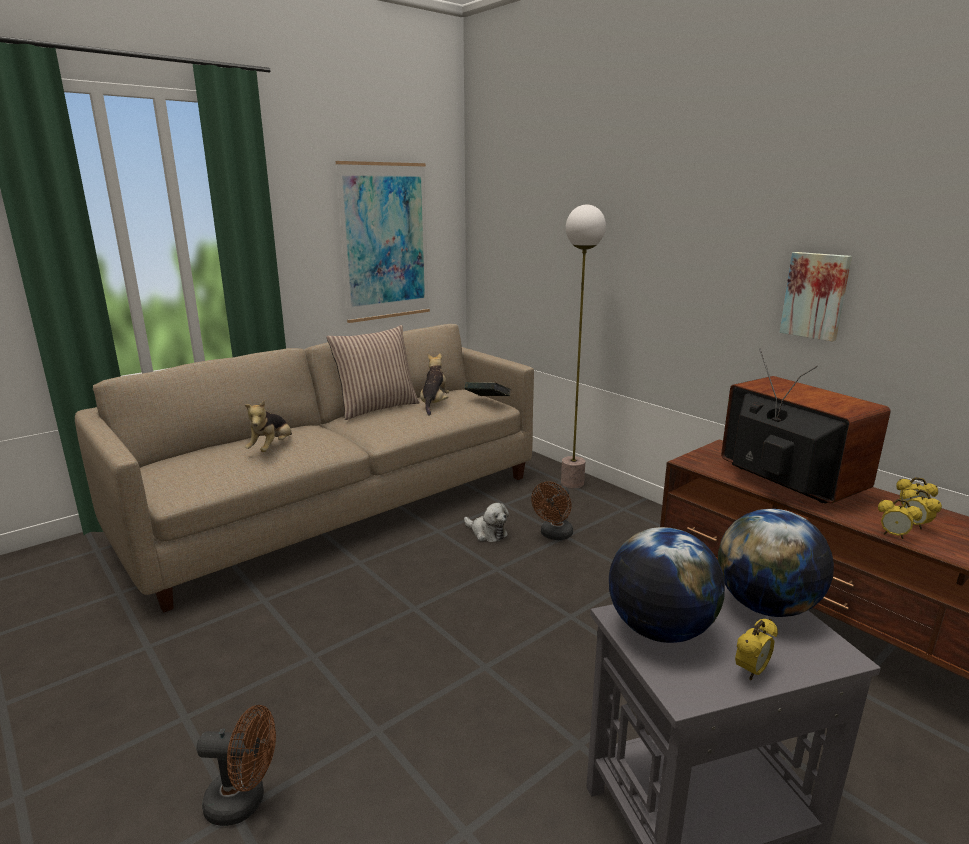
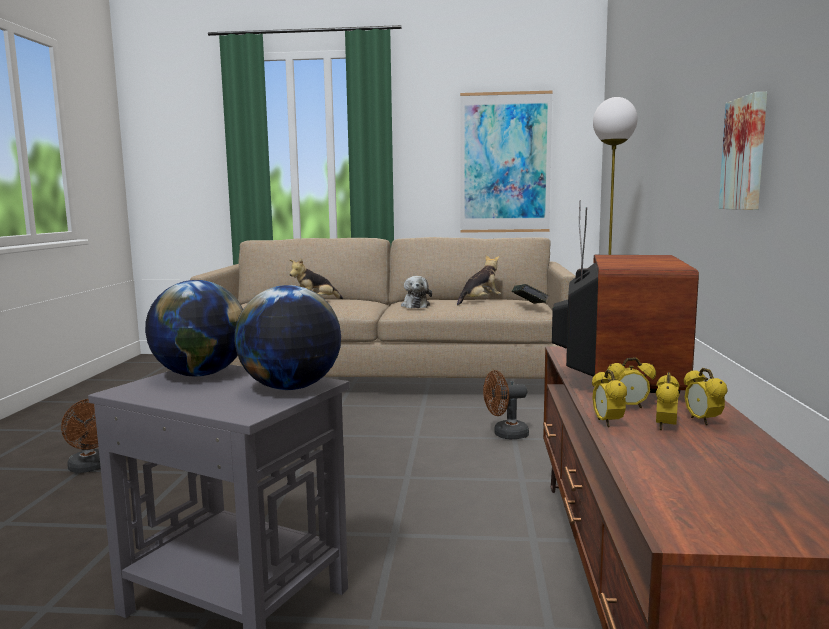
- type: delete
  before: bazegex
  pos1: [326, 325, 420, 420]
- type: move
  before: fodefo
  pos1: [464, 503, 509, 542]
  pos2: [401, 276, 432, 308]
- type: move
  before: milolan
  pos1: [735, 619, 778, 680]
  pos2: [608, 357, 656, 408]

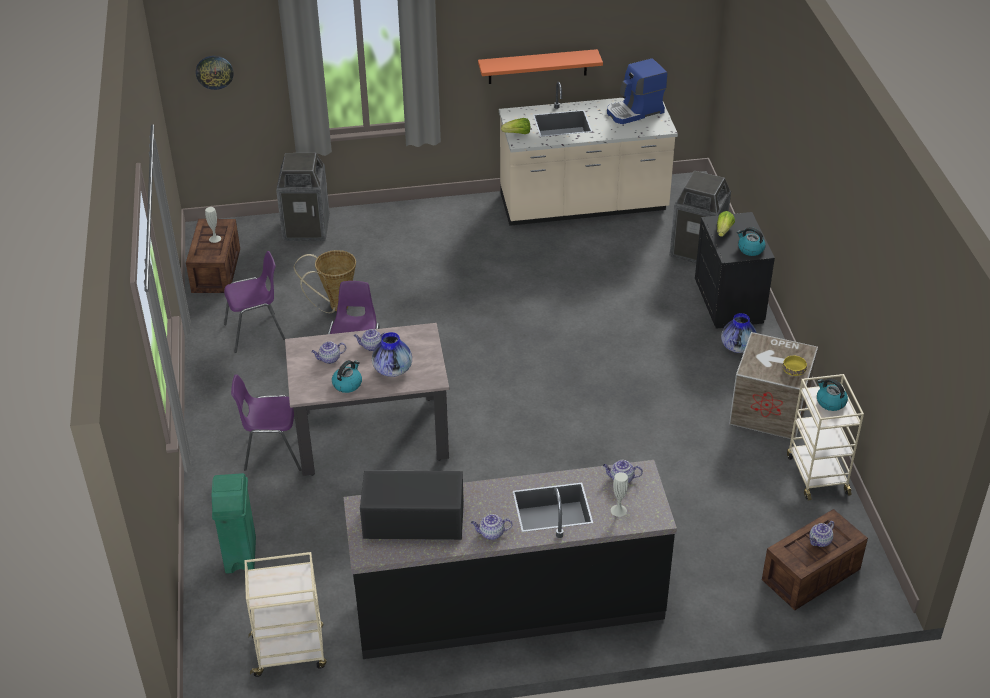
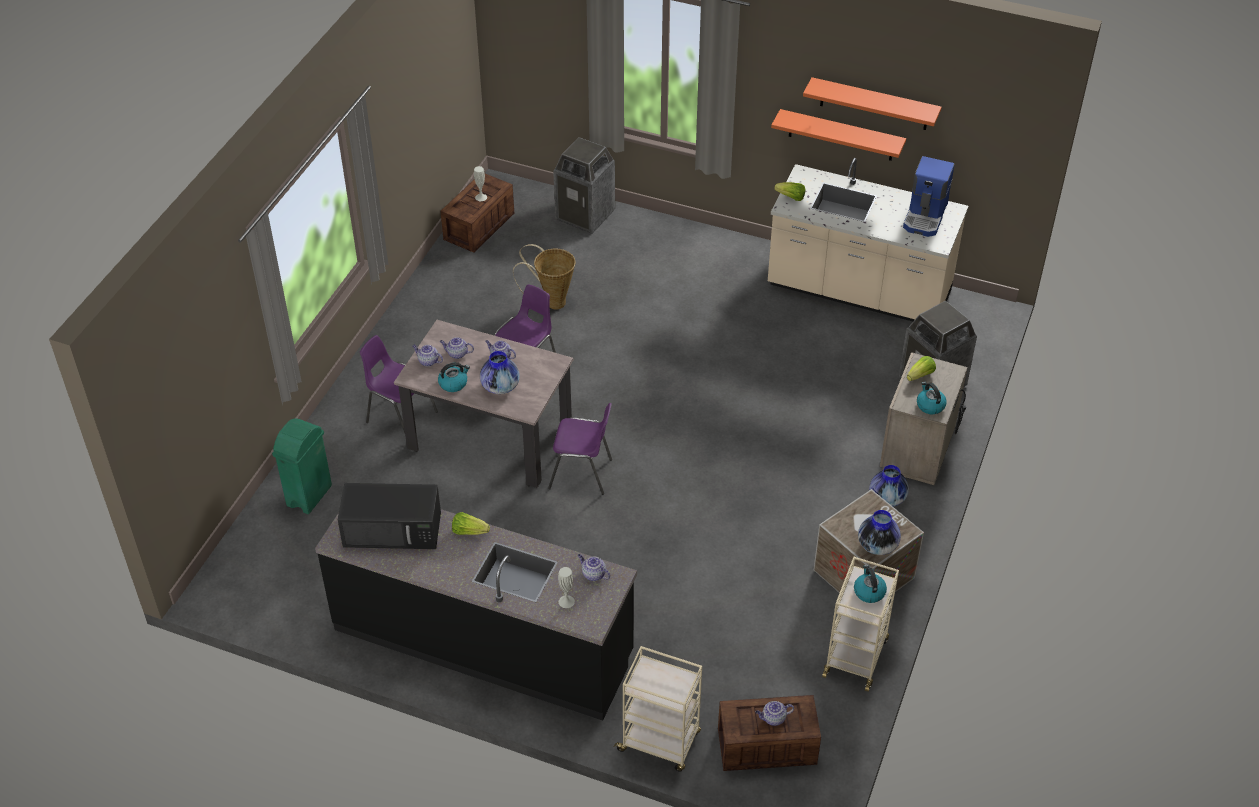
- type: delete
  before: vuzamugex
  pos1: [196, 56, 233, 90]
- type: insert
  after: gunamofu
  pos2: [452, 512, 490, 535]
- type: insert
  after: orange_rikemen
  pos2: [803, 77, 942, 130]
- type: move
  before: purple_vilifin
  pos1: [224, 251, 285, 353]
  pos2: [548, 403, 612, 495]
- type: move
  before: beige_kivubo
  pos1: [244, 552, 327, 677]
  pos2: [614, 646, 702, 772]
- type: move
  before: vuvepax
  pos1: [471, 514, 513, 540]
  pos2: [412, 345, 443, 367]
- type: replace
  before: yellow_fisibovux
  after: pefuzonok
  pos1: [783, 356, 807, 376]
  pos2: [858, 510, 901, 555]
- type: recolor
  before: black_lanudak
  after: beige_lanudak
  pos1: [695, 212, 775, 329]
  pos2: [880, 352, 968, 485]
- type: rotate
  before: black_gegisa
  pos1: [360, 470, 464, 540]
  pos2: [338, 483, 441, 549]
  turn: 150
- type: rotate
  before: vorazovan
  pos1: [607, 58, 668, 124]
  pos2: [903, 156, 955, 237]
  turn: -75

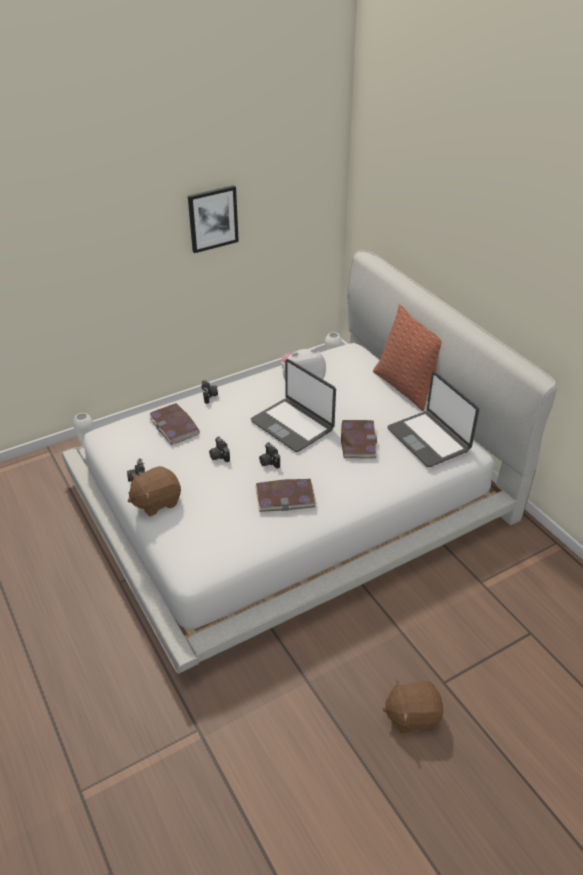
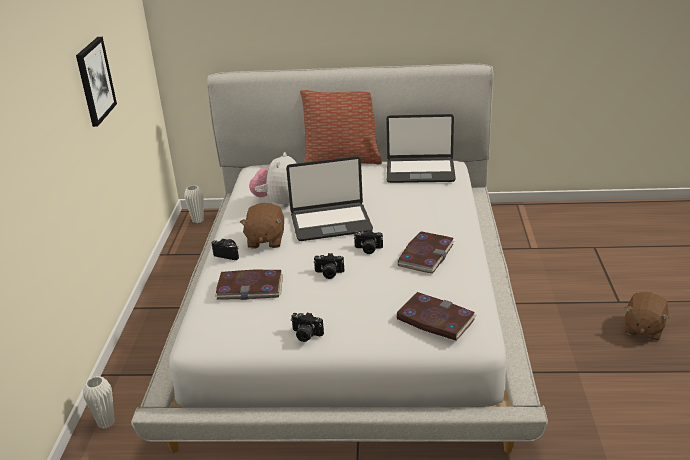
- type: move
  before: brown_fodefo
  pos1: [128, 466, 181, 516]
  pos2: [240, 203, 284, 249]
- type: move
  before: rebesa
  pos1: [341, 420, 377, 459]
  pos2: [396, 292, 476, 341]

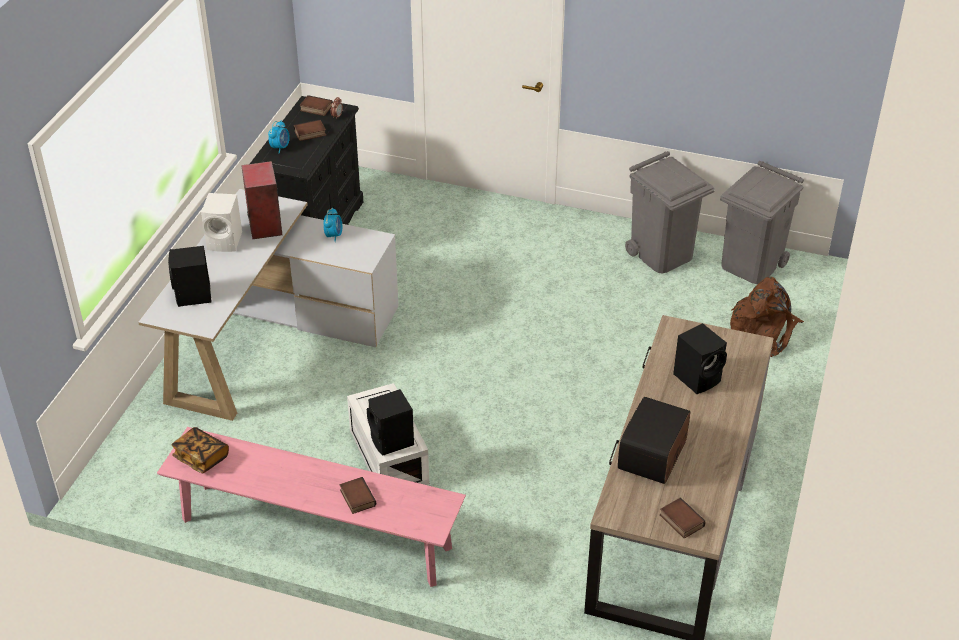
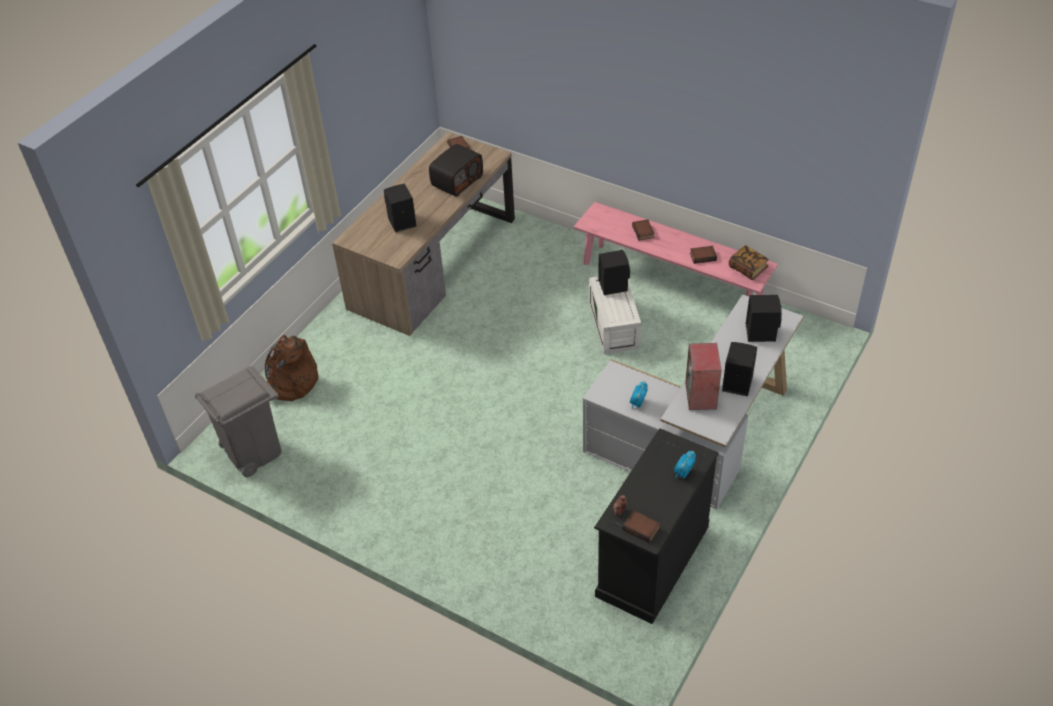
- type: delete
  before: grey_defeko
  pos1: [625, 151, 715, 274]
- type: move
  before: rebesa
  pos1: [294, 120, 326, 141]
  pos2: [690, 246, 717, 264]
- type: recolor
  before: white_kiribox
  after: black_kiribox
  pos1: [201, 193, 242, 252]
  pos2: [722, 342, 757, 396]

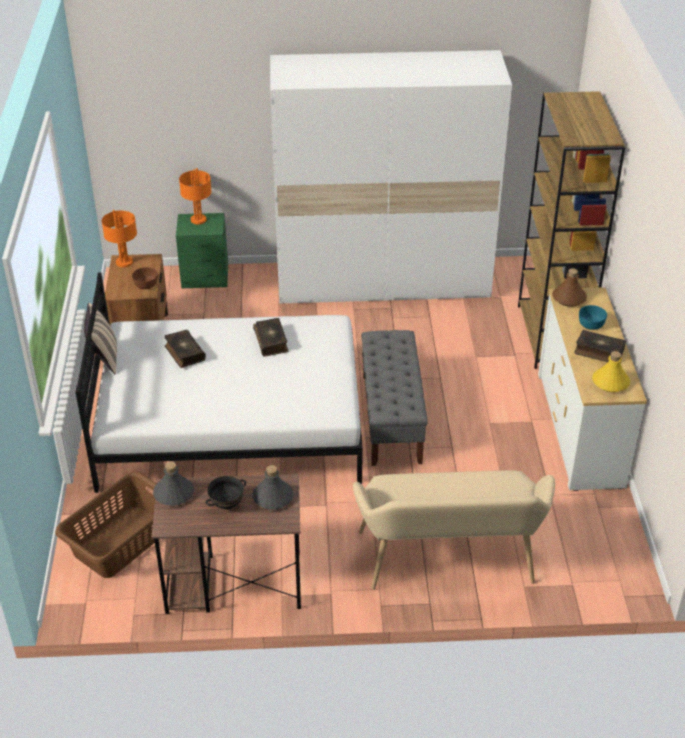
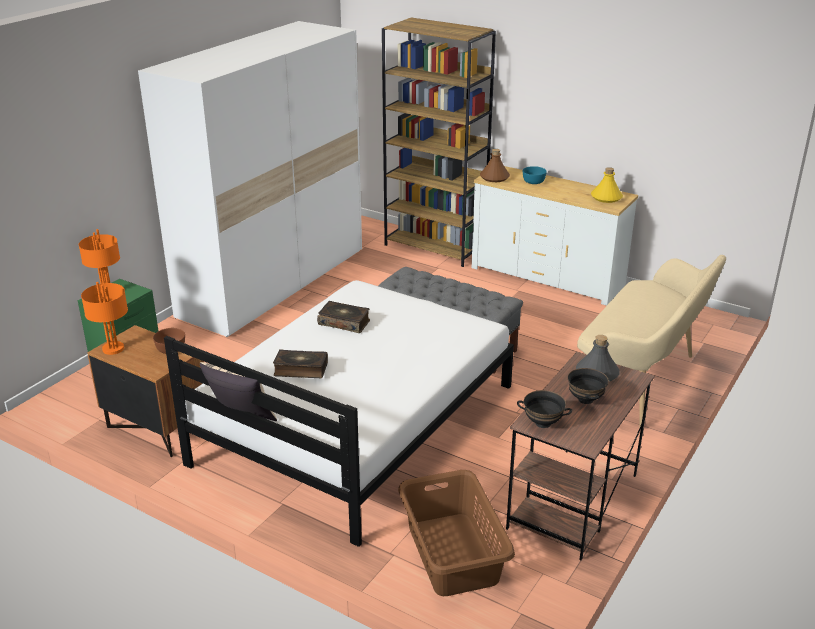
- type: delete
  before: rebesa
  pos1: [574, 330, 626, 362]
- type: replace
  before: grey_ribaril
  after: black_fisibovux
  pos1: [153, 462, 194, 506]
  pos2: [517, 390, 572, 428]

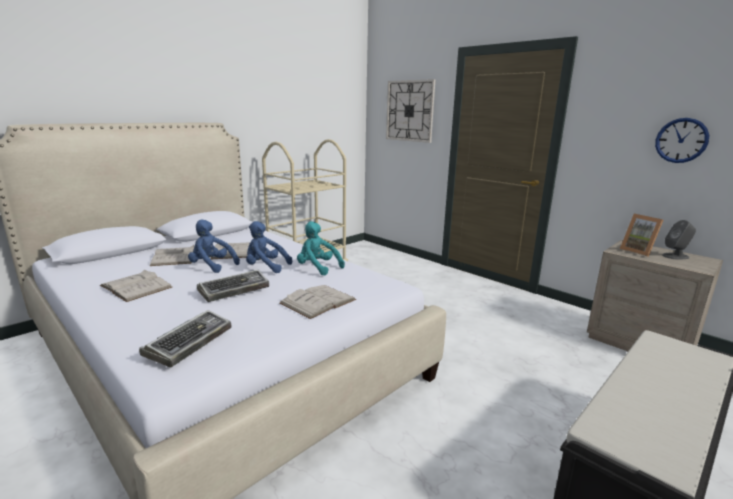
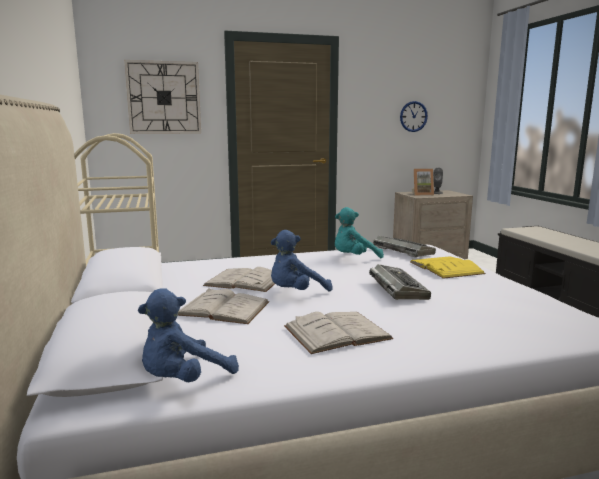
- type: move
  before: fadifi
  pos1: [139, 310, 231, 368]
  pos2: [373, 236, 436, 257]
- type: move
  before: blue_fodefo
  pos1: [246, 221, 292, 273]
  pos2: [138, 289, 239, 382]
- type: recolor
  before: white_rebesa
  after: yellow_rebesa
  pos1: [280, 285, 356, 319]
  pos2: [410, 256, 486, 279]

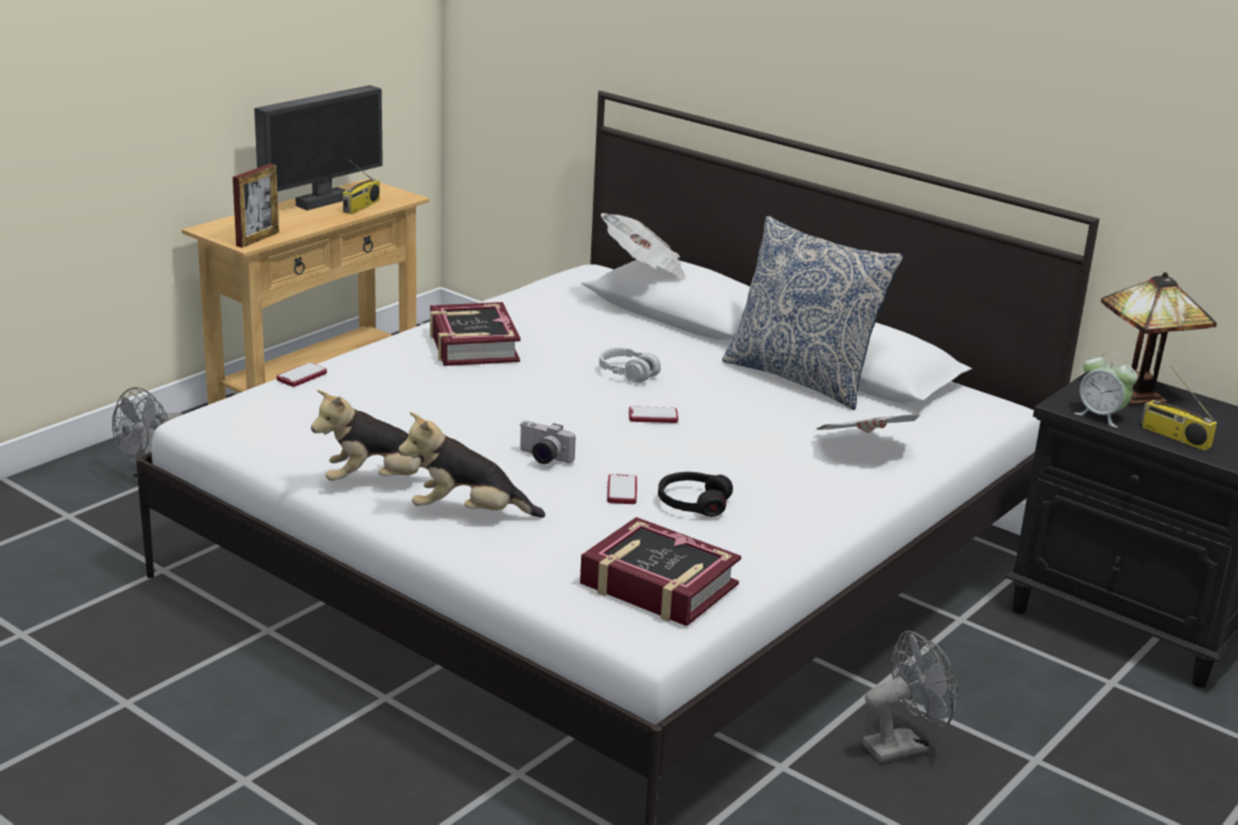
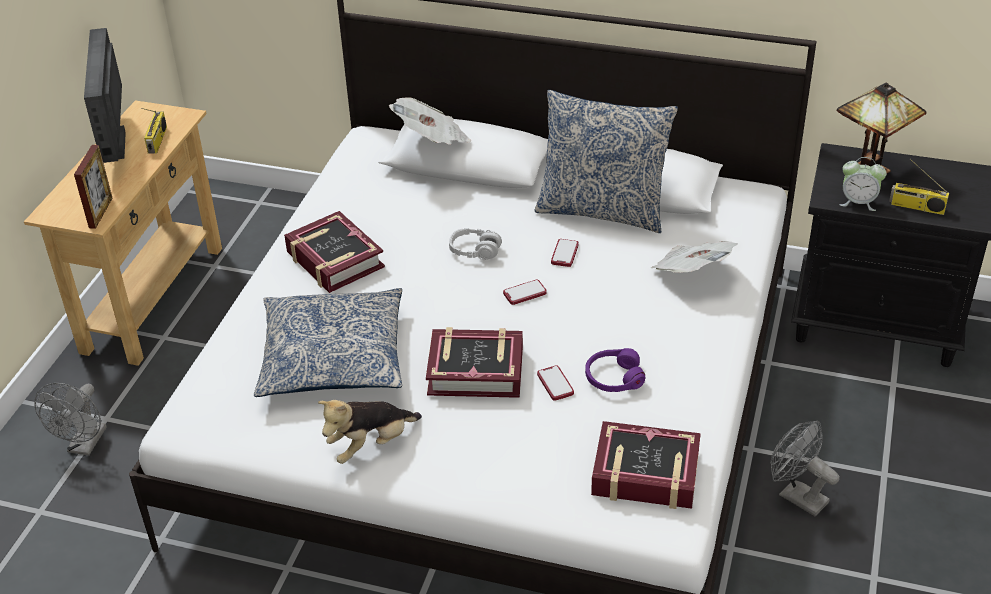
- type: delete
  before: fodefo
  pos1: [398, 412, 545, 518]
- type: insert
  after: bazegex
  pos2: [254, 288, 402, 397]
- type: move
  before: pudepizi
  pos1: [277, 363, 327, 387]
  pos2: [551, 239, 579, 267]
- type: replace
  before: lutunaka
  after: rebesa
  pos1: [519, 421, 576, 464]
  pos2: [426, 327, 523, 398]
- type: recolor
  before: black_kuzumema
  after: purple_kuzumema
  pos1: [658, 472, 733, 517]
  pos2: [585, 348, 645, 392]
- type: rotate
  before: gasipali
  pos1: [254, 85, 383, 210]
  pos2: [84, 28, 126, 163]
  turn: 150
- type: rotate
  before: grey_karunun
  pos1: [862, 631, 958, 763]
  pos2: [770, 421, 840, 516]
  turn: -90

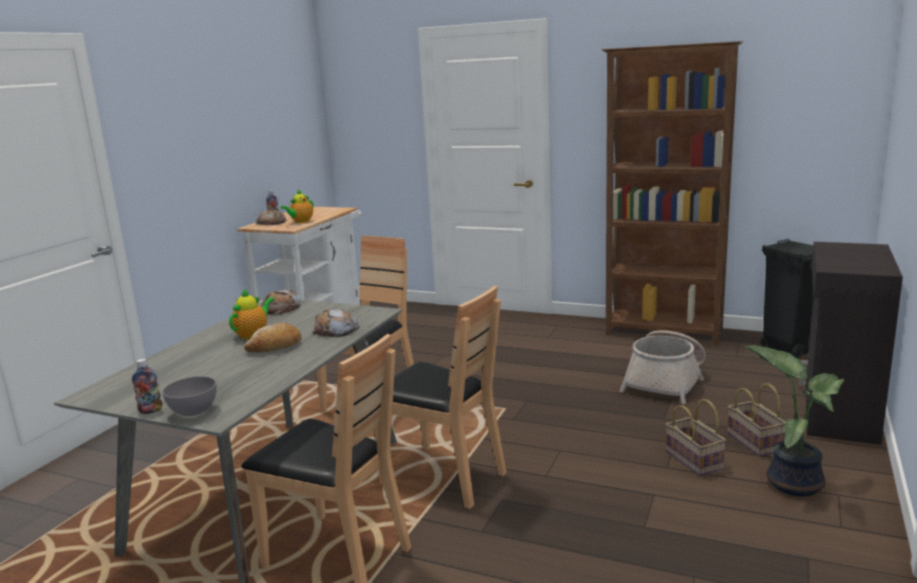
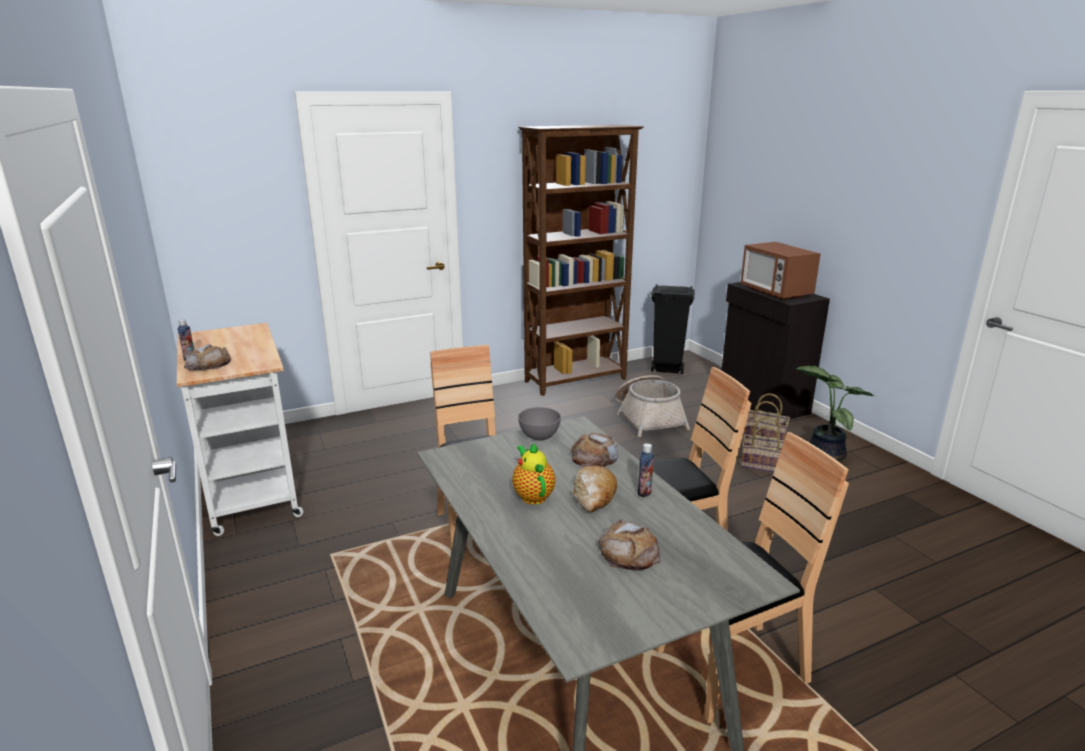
- type: delete
  before: vuvepax
  pos1: [281, 189, 314, 223]
- type: insert
  after: gegisa
  pos2: [741, 242, 821, 300]
- type: move
  before: ribaril
  pos1: [132, 359, 162, 414]
  pos2: [638, 443, 654, 497]
- type: move
  before: grey_fisibovux
  pos1: [162, 376, 217, 416]
  pos2: [518, 407, 561, 440]
- type: move
  before: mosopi
  pos1: [262, 290, 300, 314]
  pos2: [598, 519, 660, 571]

